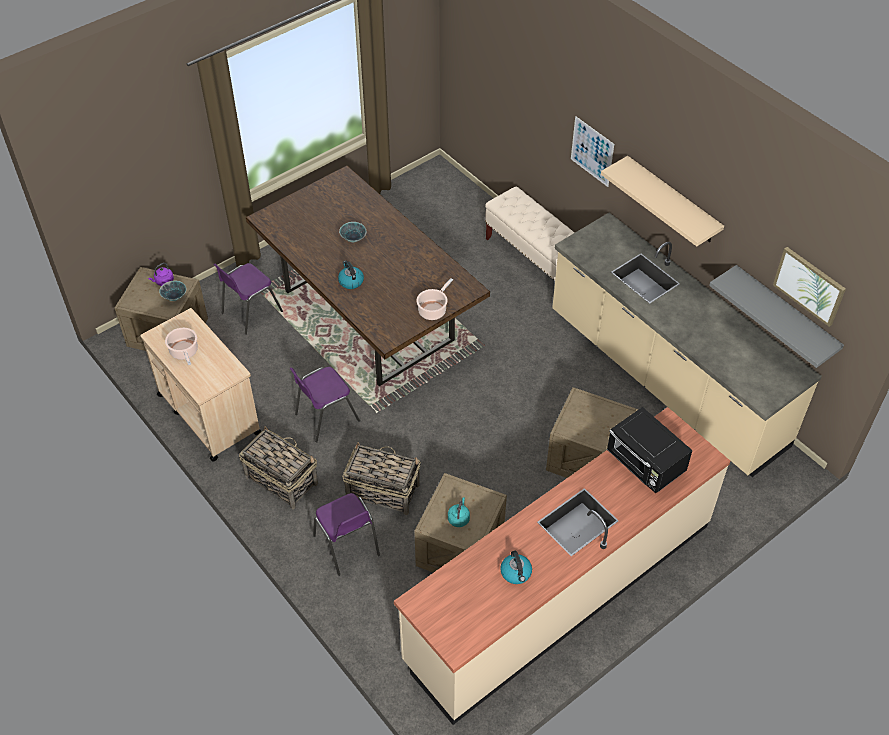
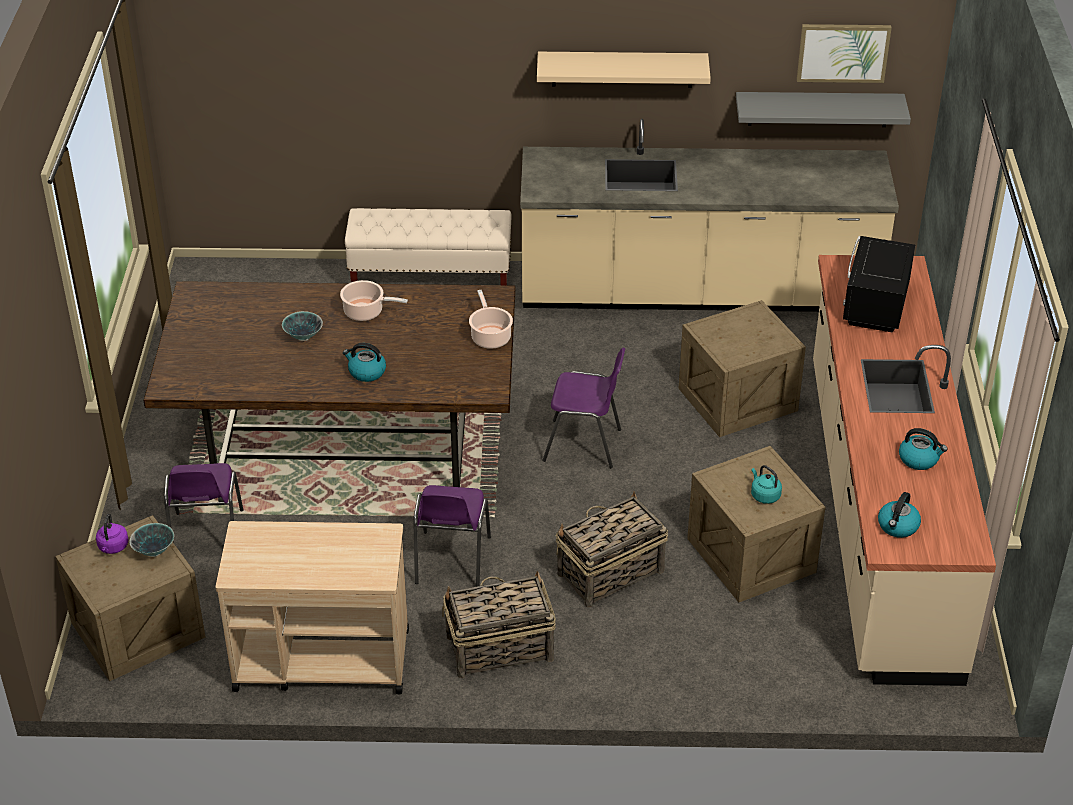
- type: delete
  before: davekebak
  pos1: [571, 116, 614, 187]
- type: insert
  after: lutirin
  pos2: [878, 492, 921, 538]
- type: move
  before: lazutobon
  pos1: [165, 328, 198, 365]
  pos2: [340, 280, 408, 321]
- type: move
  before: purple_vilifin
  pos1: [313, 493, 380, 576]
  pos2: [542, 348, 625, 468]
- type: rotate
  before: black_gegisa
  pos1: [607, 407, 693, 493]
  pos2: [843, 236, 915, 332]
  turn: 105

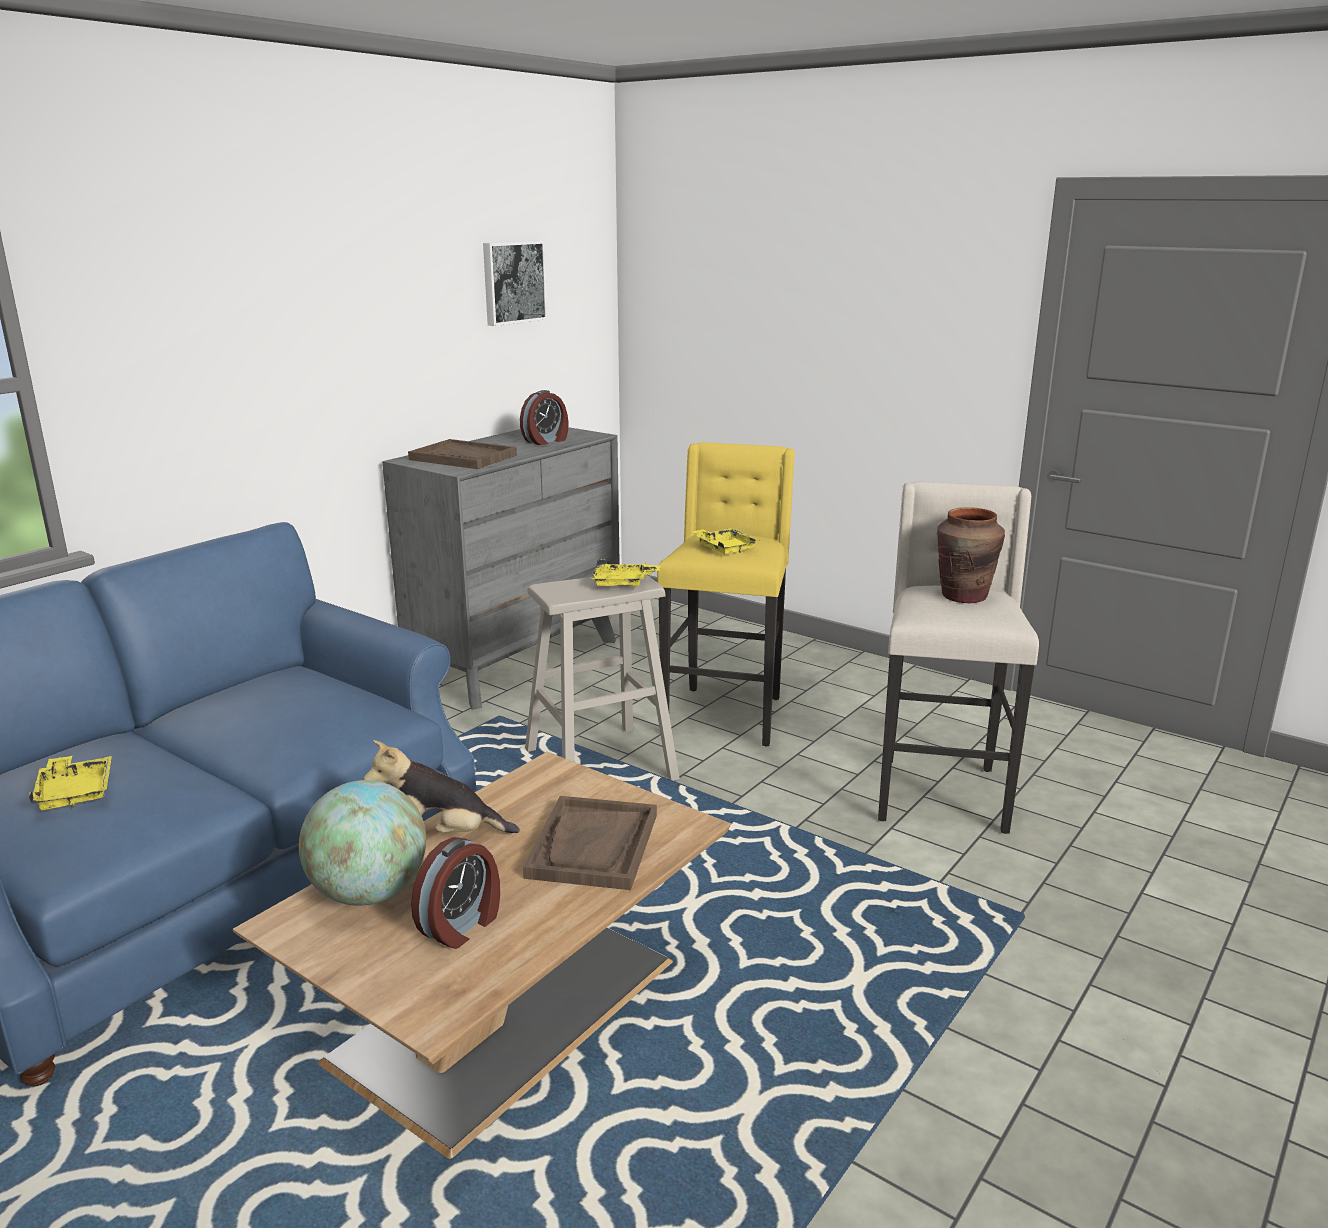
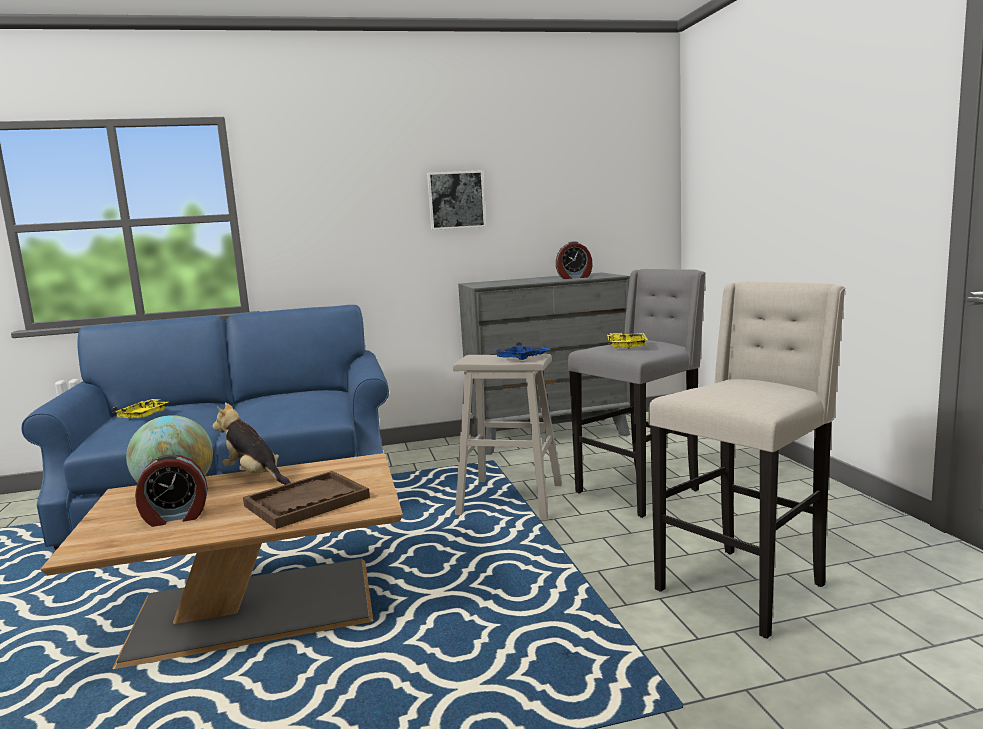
- type: delete
  before: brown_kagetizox
  pos1: [408, 439, 517, 469]
- type: delete
  before: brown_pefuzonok
  pos1: [937, 507, 1005, 603]
- type: move
  before: davekebak
  pos1: [483, 240, 548, 326]
  pos2: [427, 170, 486, 230]
- type: recolor
  before: yellow_kagetizox
  after: blue_kagetizox
  pos1: [591, 559, 661, 587]
  pos2: [494, 342, 550, 360]
- type: recolor
  before: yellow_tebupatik
  after: grey_tebupatik
  pos1: [657, 442, 795, 747]
  pos2: [568, 269, 706, 518]

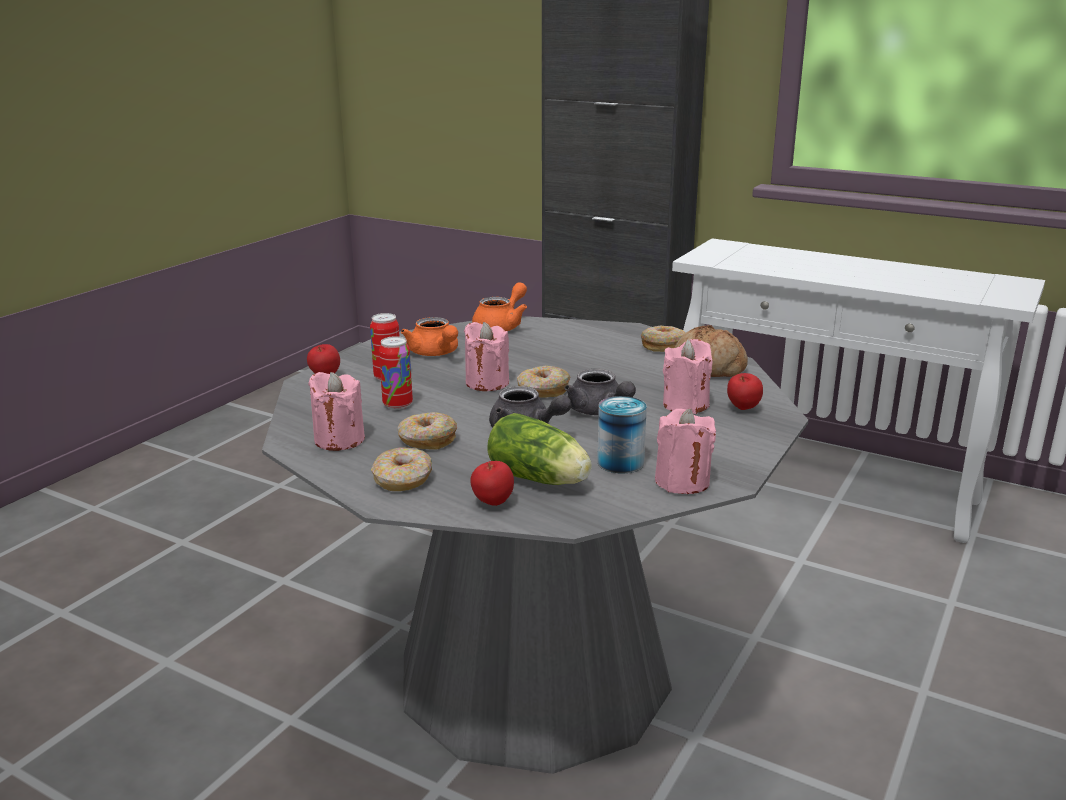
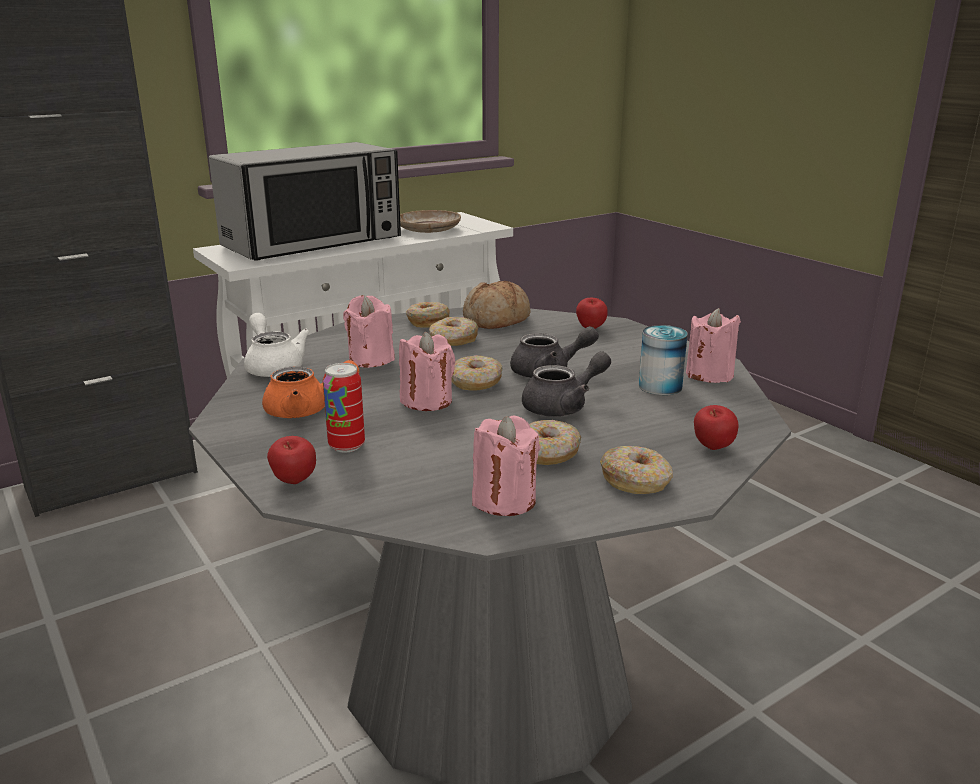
- type: delete
  before: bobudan
  pos1: [379, 336, 413, 410]
- type: delete
  before: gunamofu
  pos1: [488, 413, 592, 485]
- type: insert
  after: gegisa
  pos2: [209, 142, 401, 261]
- type: insert
  after: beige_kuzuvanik
  pos2: [400, 210, 461, 233]
- type: insert
  after: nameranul
  pos2: [429, 317, 479, 346]
- type: move
  before: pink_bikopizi
  pos1: [663, 339, 713, 414]
  pos2: [343, 295, 395, 368]
- type: recolor
  before: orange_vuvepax
  after: white_vuvepax
  pos1: [472, 282, 527, 331]
  pos2: [244, 313, 310, 377]

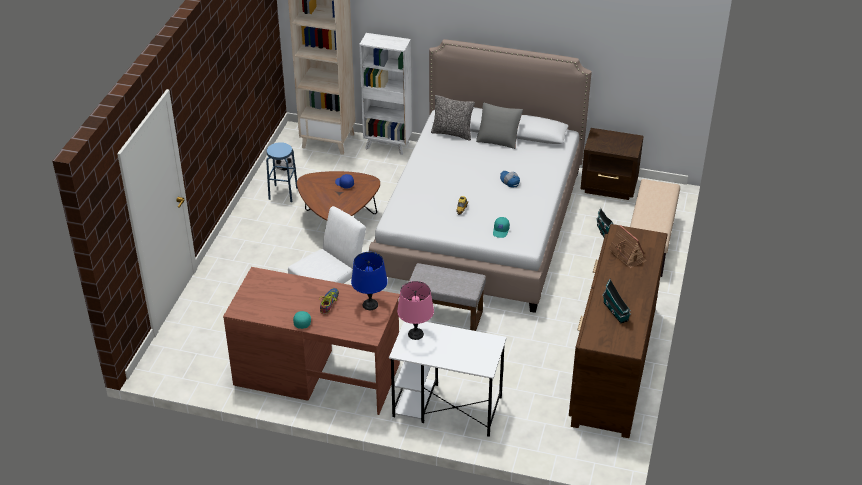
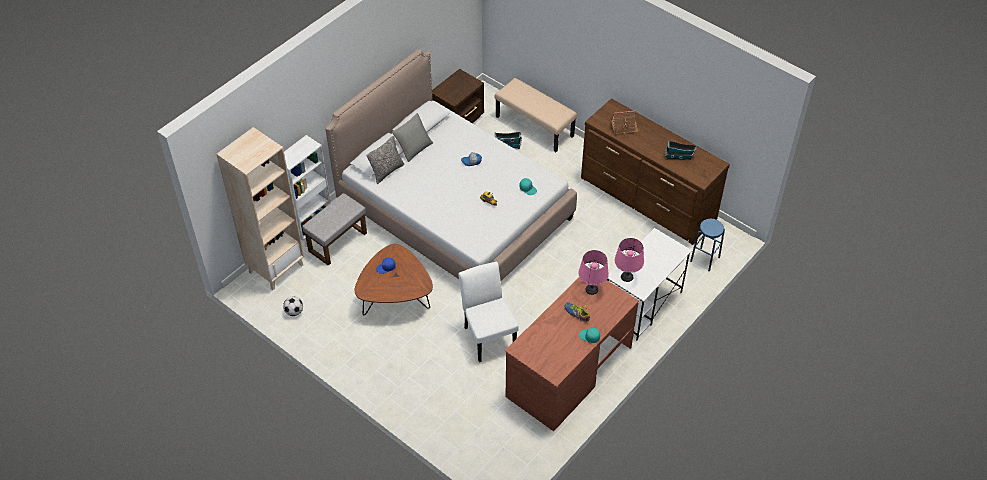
- type: move
  before: blue_tebupatik
  pos1: [266, 142, 298, 202]
  pos2: [690, 219, 725, 271]
- type: move
  before: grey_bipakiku
  pos1: [409, 263, 486, 331]
  pos2: [302, 193, 367, 266]
- type: recolor
  before: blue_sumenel
  after: pink_sumenel
  pos1: [351, 252, 388, 310]
  pos2: [579, 250, 609, 295]

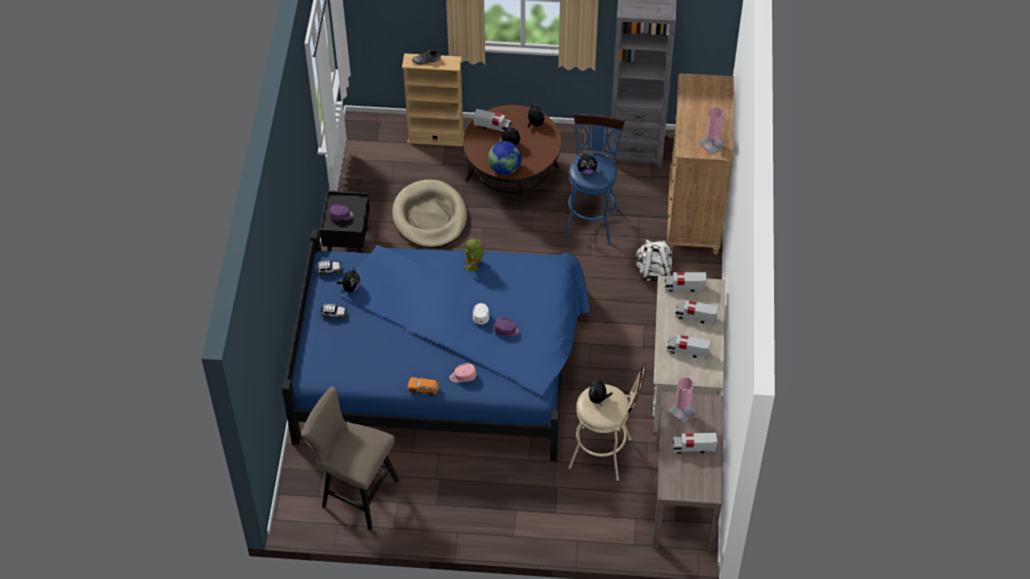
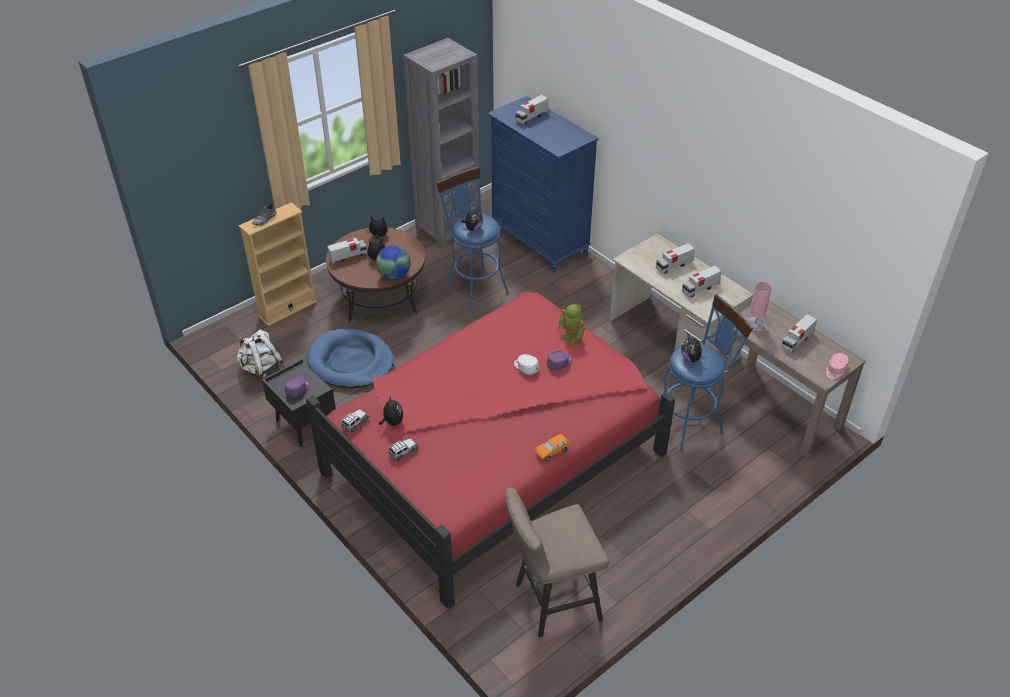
- type: delete
  before: pink_sumenel
  pos1: [699, 107, 726, 154]
- type: move
  before: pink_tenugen
  pos1: [450, 363, 477, 383]
  pos2: [826, 353, 849, 379]
- type: move
  before: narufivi
  pos1: [464, 239, 484, 271]
  pos2: [558, 304, 586, 344]
- type: move
  before: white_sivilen
  pos1: [636, 239, 675, 282]
  pos2: [237, 329, 284, 380]
- type: move
  before: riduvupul
  pos1: [664, 272, 707, 292]
  pos2: [516, 95, 548, 125]
- type: recolor
  before: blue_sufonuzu
  after: red_sufonuzu
  pos1: [282, 229, 590, 461]
  pos2: [306, 291, 675, 609]
- type: recolor
  before: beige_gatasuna
  after: blue_gatasuna
  pos1: [392, 179, 467, 248]
  pos2: [307, 329, 394, 388]
- type: recolor
  before: beige_tebupatik
  after: blue_tebupatik
  pos1: [568, 362, 646, 481]
  pos2: [659, 294, 753, 452]
- type: recolor
  before: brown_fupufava
  after: blue_fupufava
  pos1: [667, 73, 734, 255]
  pos2: [489, 96, 599, 273]

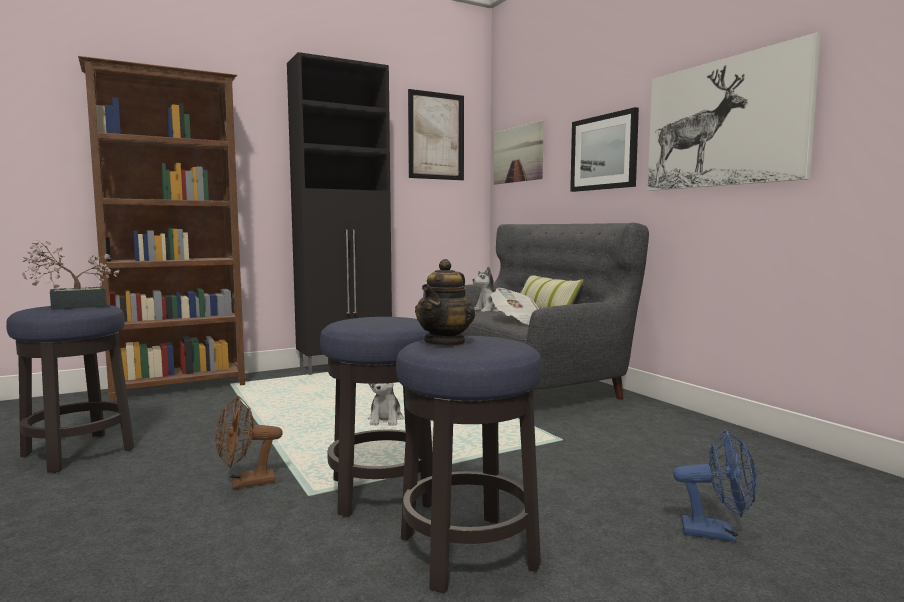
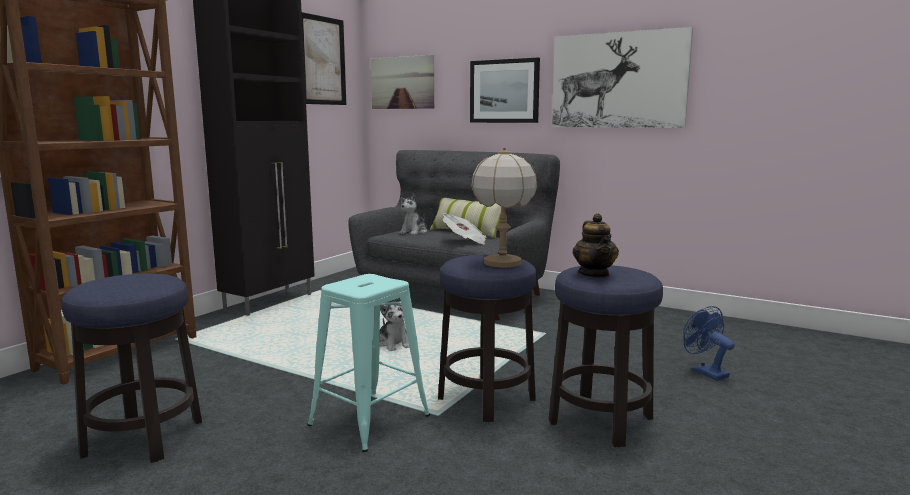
- type: delete
  before: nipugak
  pos1: [22, 239, 120, 310]
- type: insert
  after: sumenel
  pos2: [471, 147, 537, 267]
- type: replace
  before: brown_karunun
  after: turquoise_tebupatik
  pos1: [215, 396, 283, 489]
  pos2: [307, 274, 430, 452]
- type: rotate
  before: blue_karunun
  pos1: [673, 429, 757, 542]
  pos2: [683, 306, 735, 381]
  turn: -105

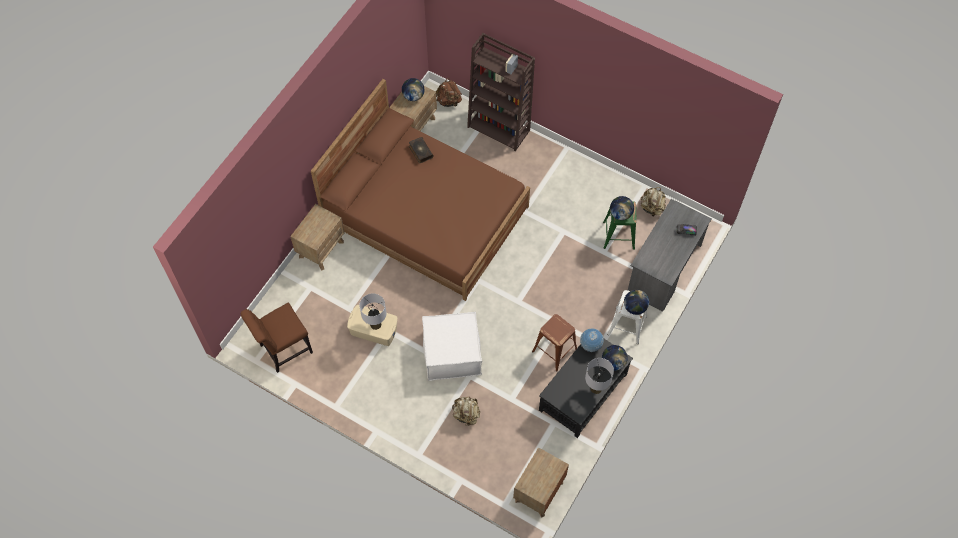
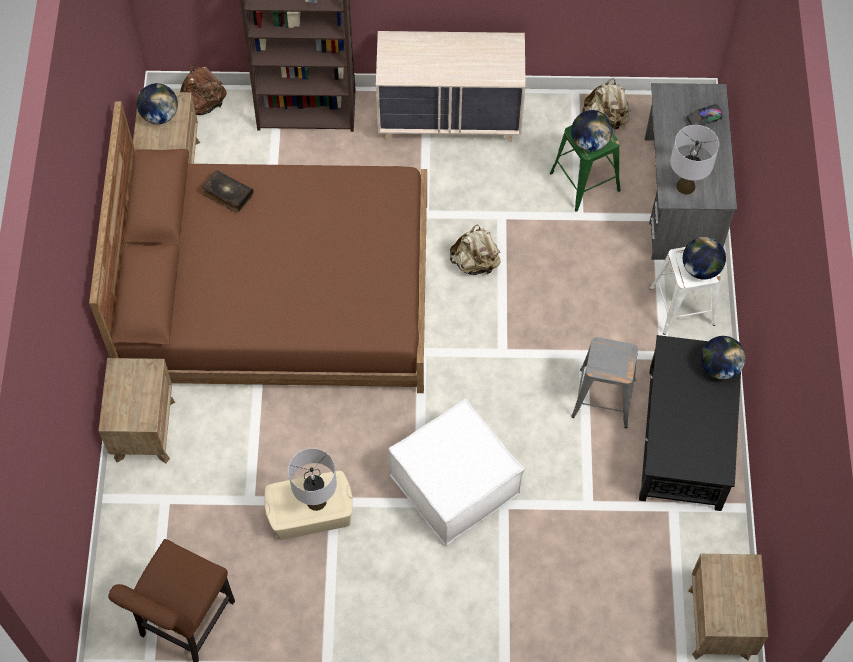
- type: delete
  before: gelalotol
  pos1: [580, 328, 604, 352]
- type: insert
  after: beige_fupufava
  pos2: [376, 31, 526, 142]
- type: move
  before: beige_sivilen
  pos1: [452, 397, 480, 426]
  pos2: [450, 224, 501, 275]
- type: move
  before: grey_sumenel
  pos1: [585, 358, 614, 394]
  pos2: [670, 125, 719, 194]
- type: recolor
  before: brown_tebupatik
  after: grey_tebupatik
  pos1: [532, 314, 577, 372]
  pos2: [571, 337, 638, 428]

